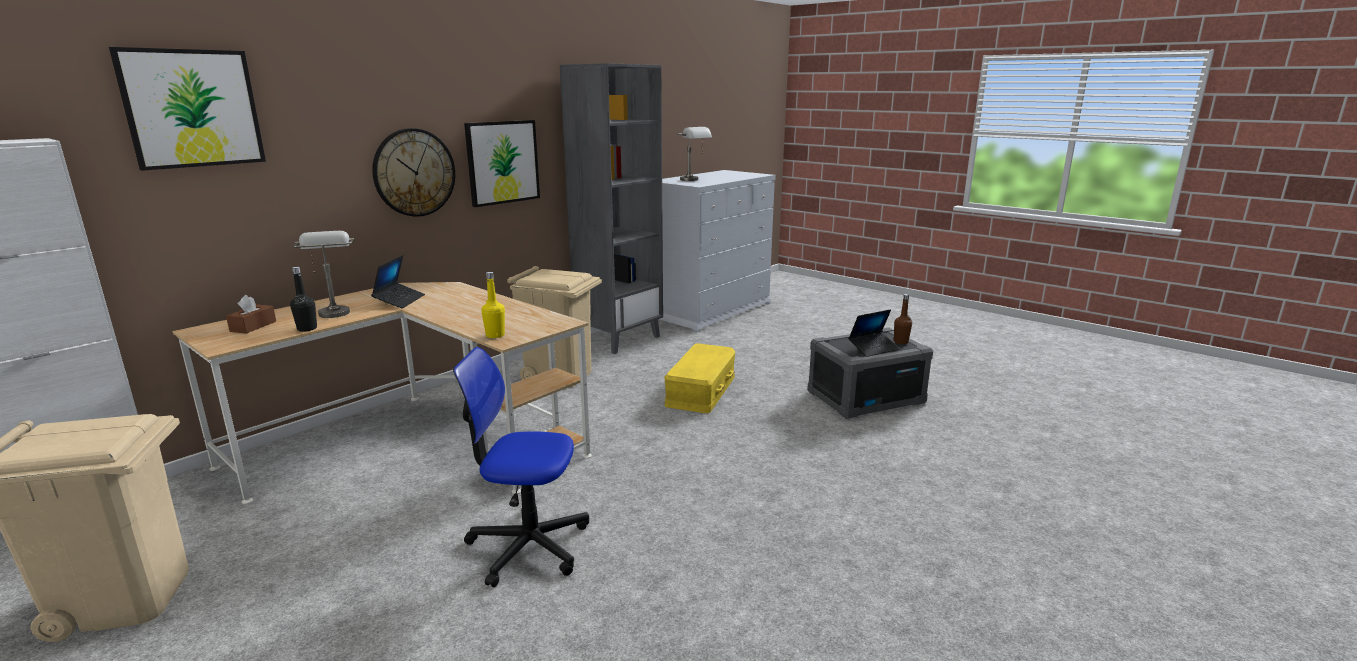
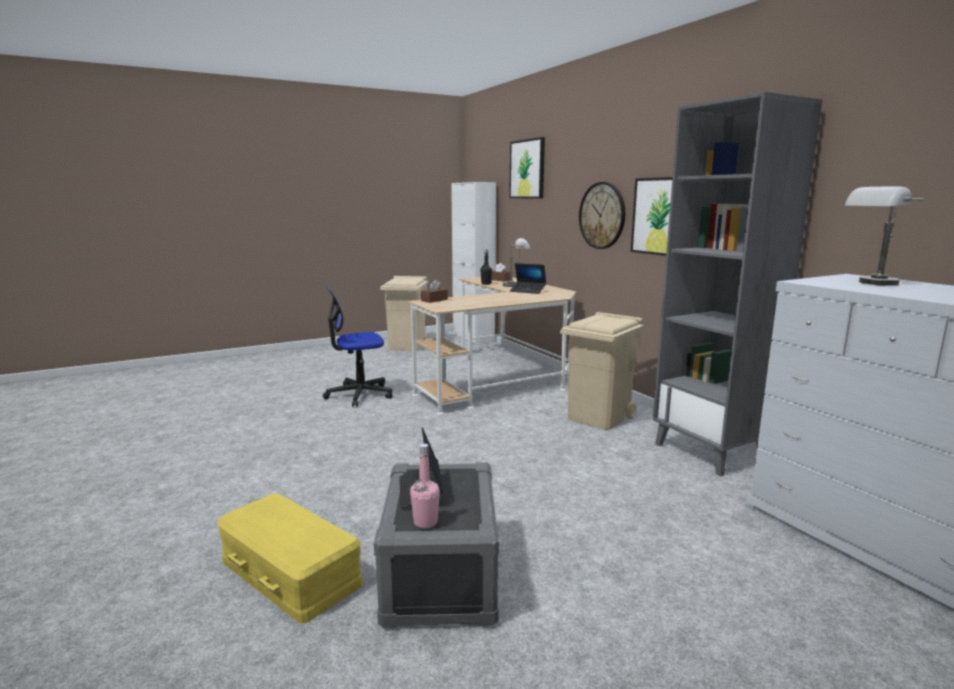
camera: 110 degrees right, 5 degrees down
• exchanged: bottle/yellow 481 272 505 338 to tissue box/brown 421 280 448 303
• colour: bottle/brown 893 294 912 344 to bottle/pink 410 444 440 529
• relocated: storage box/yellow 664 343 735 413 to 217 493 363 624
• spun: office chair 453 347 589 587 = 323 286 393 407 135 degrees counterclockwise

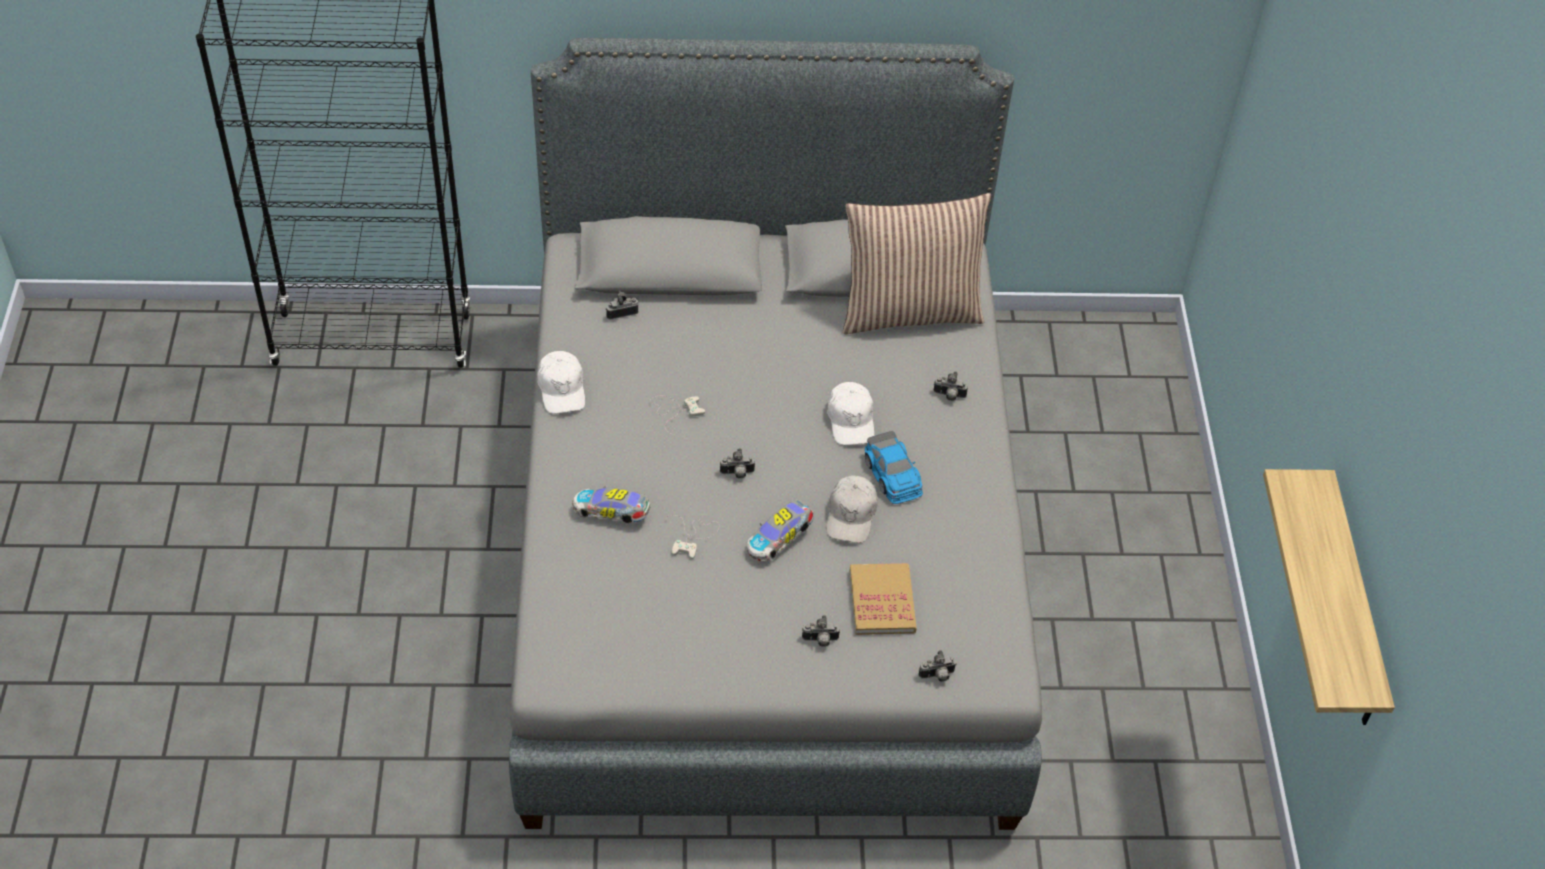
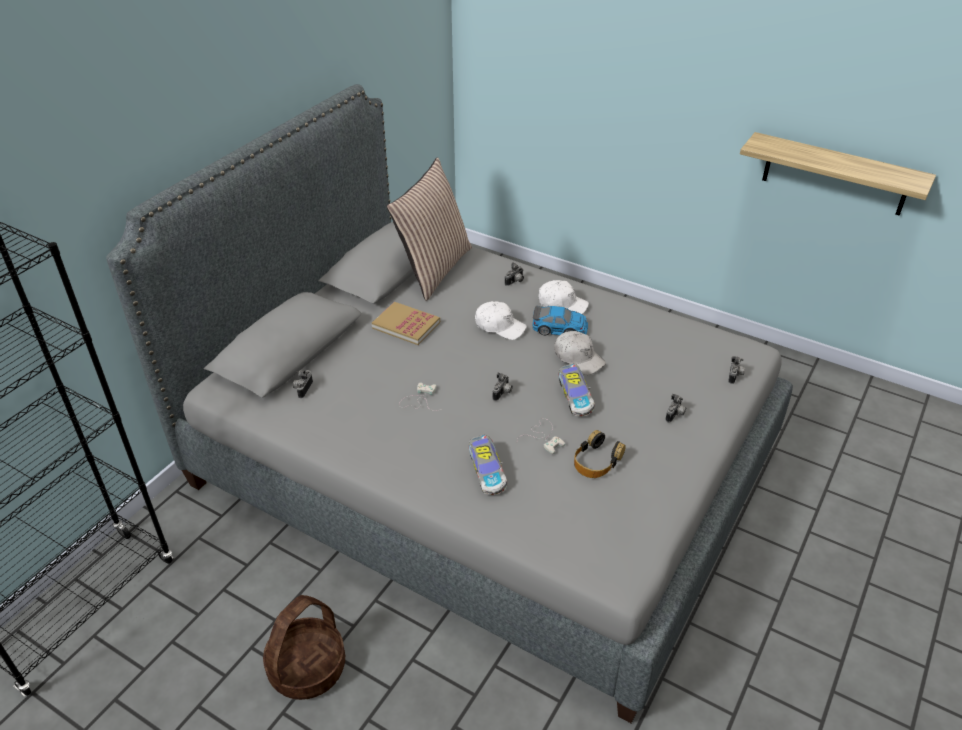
camera: 55 degrees left, 10 degrees down
• relocated: cap/white 537 351 585 414 to 538 280 589 314
• spun: toy car 572 486 651 523 = 469 435 508 495 60 degrees counterclockwise
• relocated: book 849 563 917 635 to 372 302 440 345
• appeared: headphones 574 430 626 478
• appeared: basket 263 595 345 700

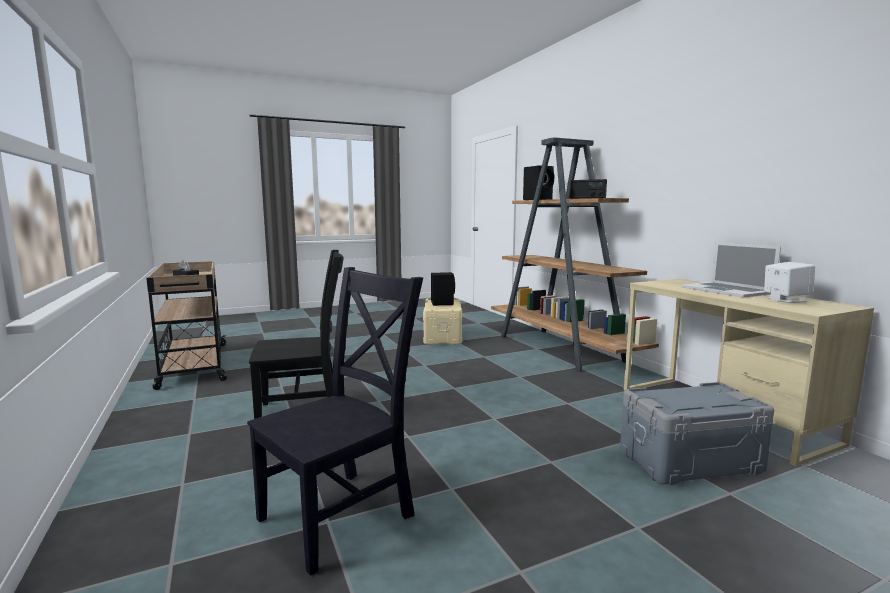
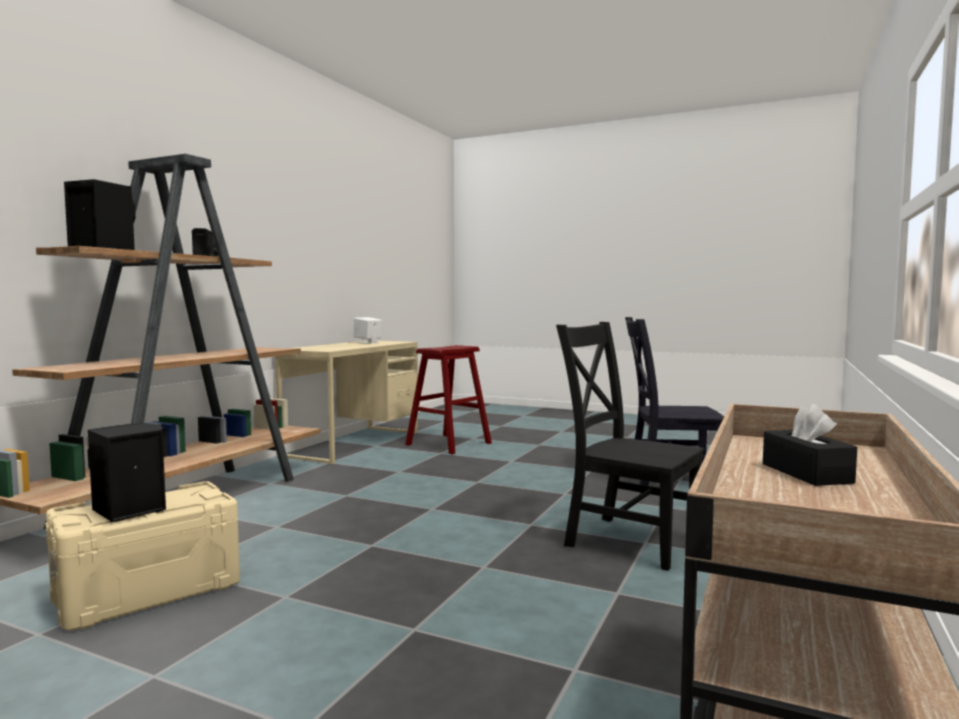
camera: 130 degrees left, 5 degrees down
• missing: laptop 681 242 781 298
• exchanged: storage box/grey 620 382 774 485 to stool/red 405 345 492 454

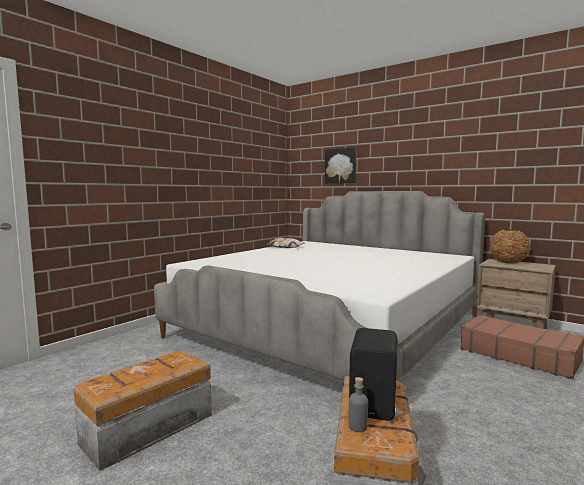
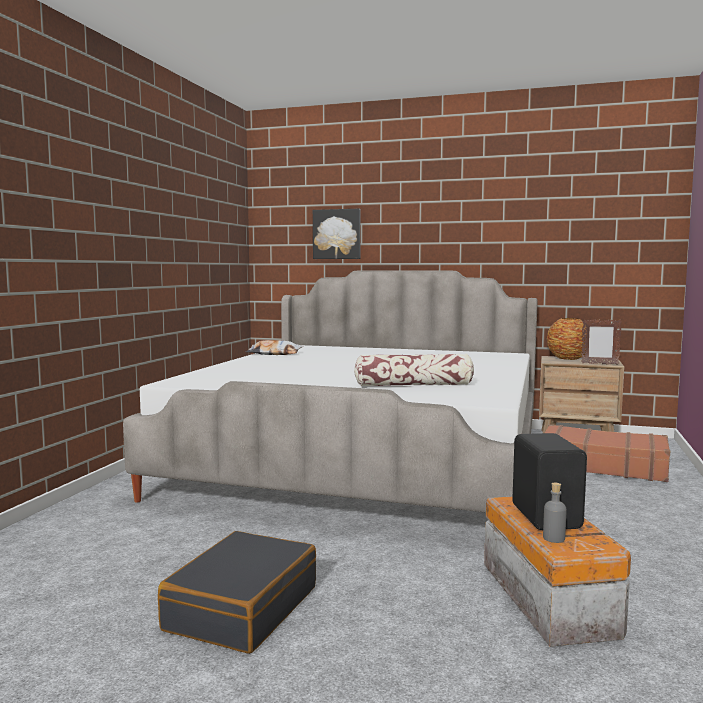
camera: 20 degrees left, 0 degrees up
• exchanged: storage box 74 351 212 471 to suitcase/black 158 531 316 654
• appeared: picture frame 581 319 622 365
• appeared: pillow 354 354 474 386

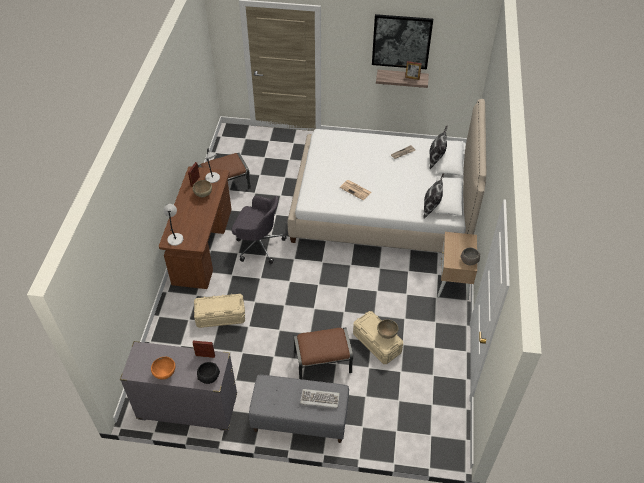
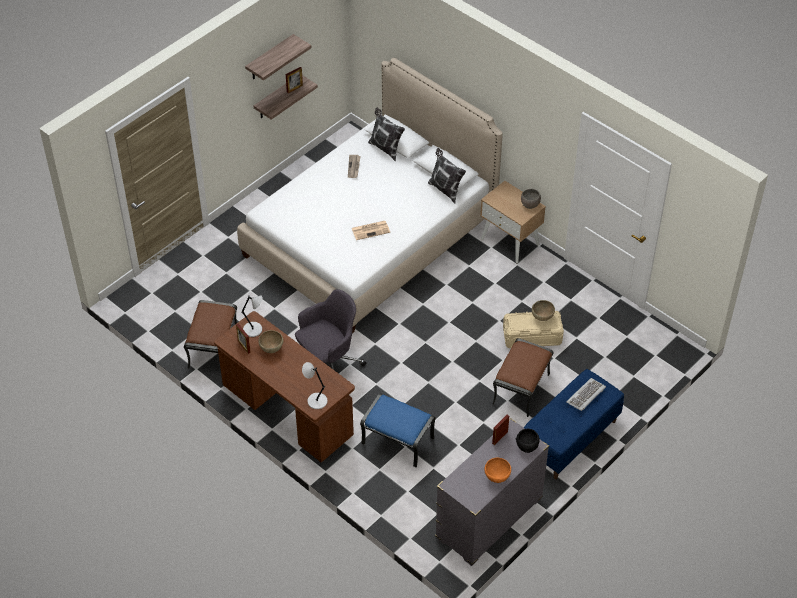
camera: 55 degrees left, 0 degrees up
• exchanged: picture 372 14 433 69 to shelf 245 34 311 80
• exchanged: storage box/beige 194 294 245 328 to ottoman/blue 360 393 435 468
• colour: bench/grey 249 375 349 443 to bench/blue 524 369 624 479

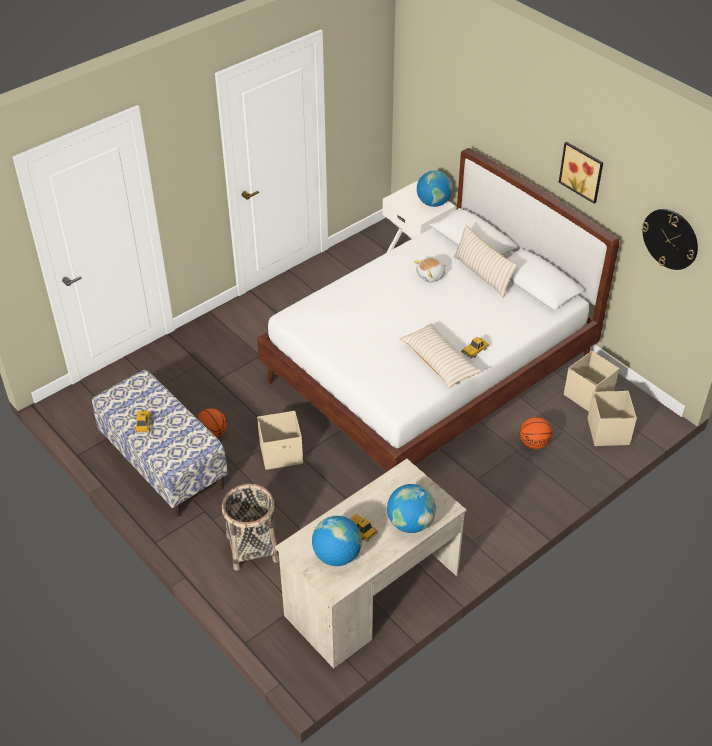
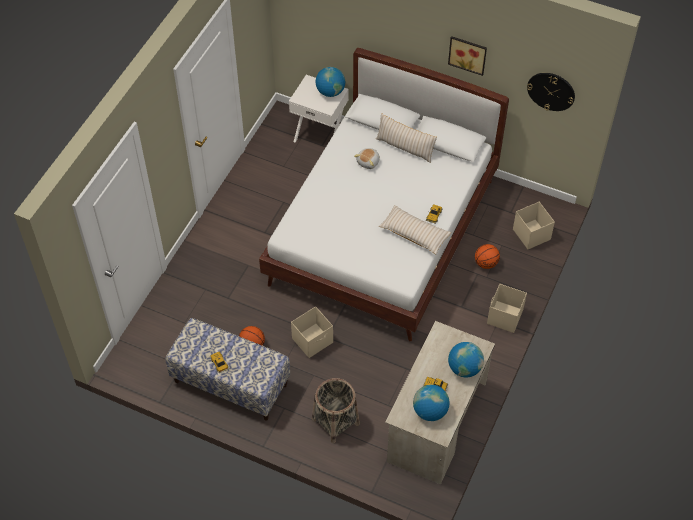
camera: 25 degrees left, 10 degrees up
• relocated: storage box/beige 564 351 619 412 to 487 284 527 333

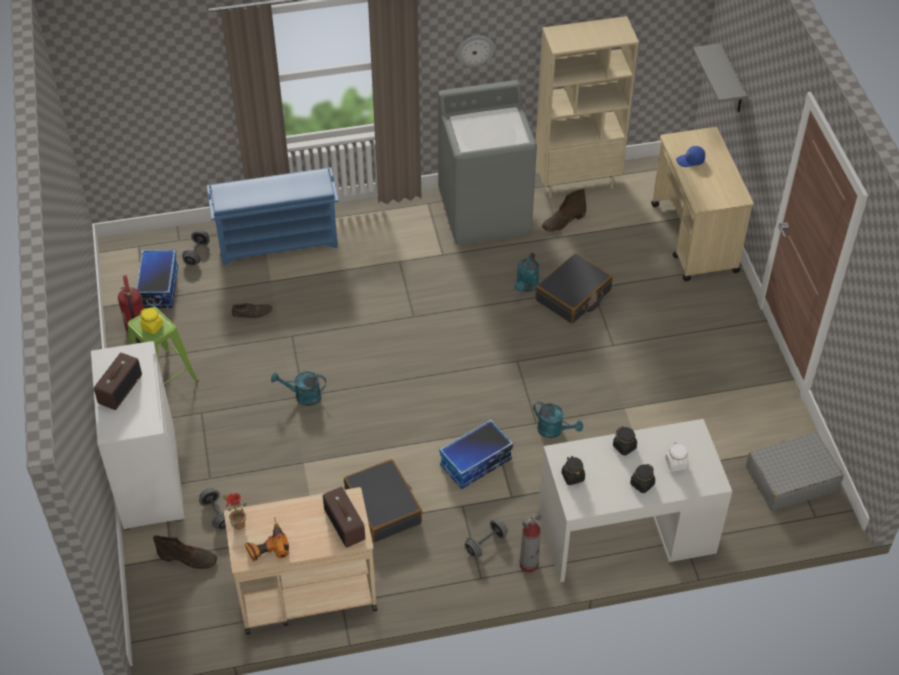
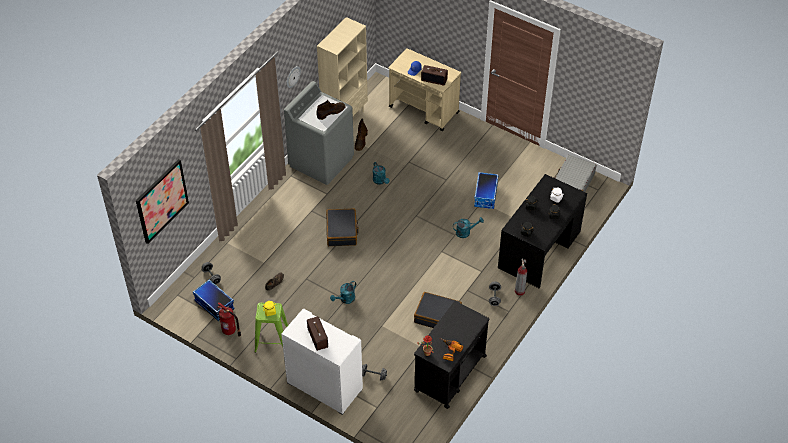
camera: 45 degrees left, 0 degrees up
• missing: shelf/grey 693 43 748 112
• missing: shoe rack/blue 207 167 339 265
• relocated: suitcase/black 535 253 613 324 to 326 208 359 246
• relocated: storage box 439 419 513 489 to 474 172 499 209
• colour: desk/white 539 419 732 582 to desk/black 498 174 587 288
• colour: cart/beige 224 487 377 635 to cart/black 414 301 489 409
• relocated: radio 323 487 365 548 to 421 65 448 85
• relocated: boot/brown 153 536 217 569 to 316 100 346 120
• appeared: picture 136 159 189 244

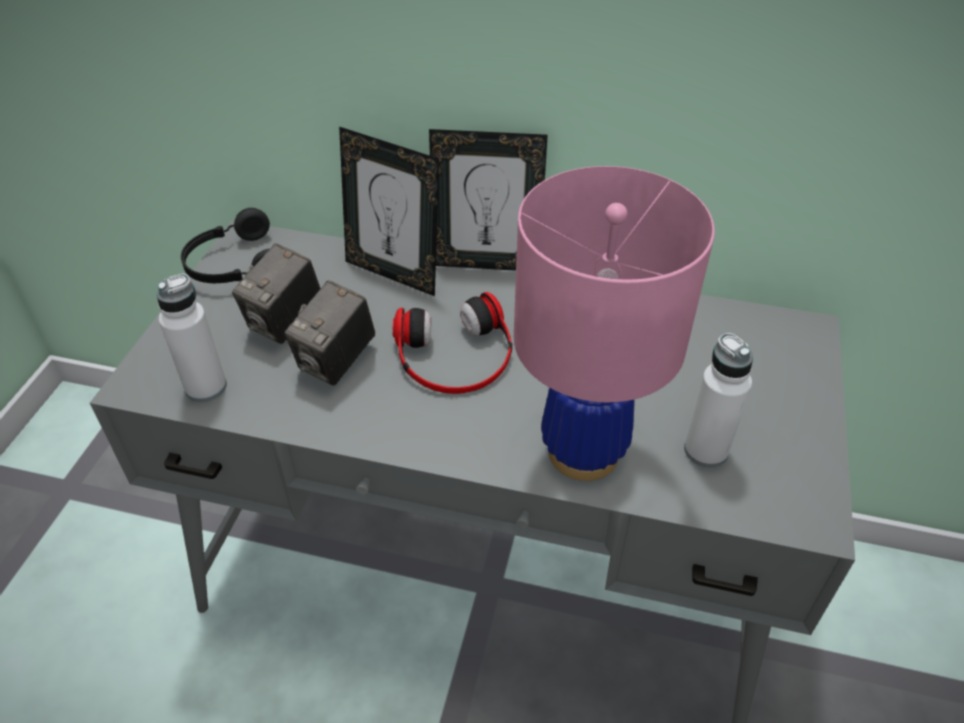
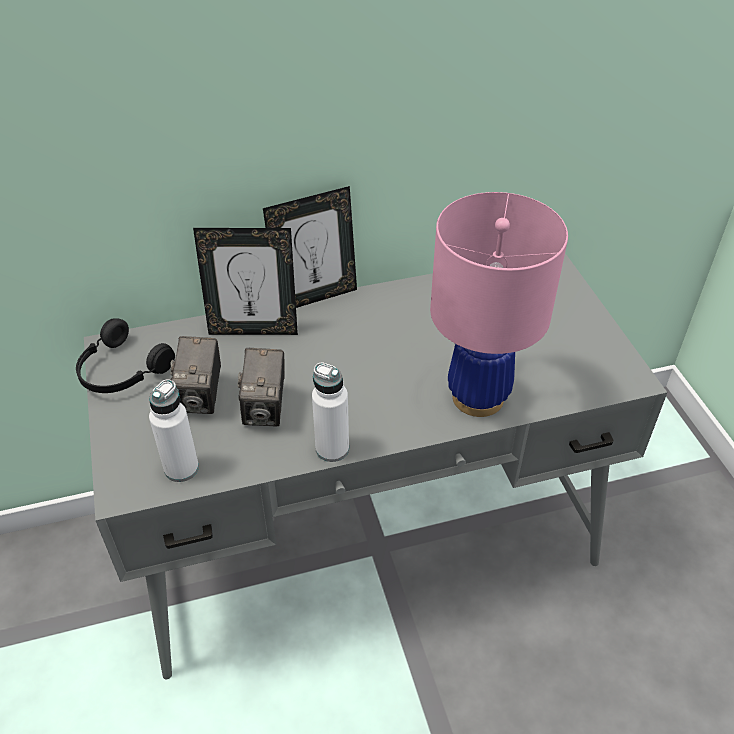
camera: 30 degrees left, 0 degrees up
• missing: headphones 393 292 512 394
• relocated: bottle/white 684 333 753 467 to 312 363 349 462

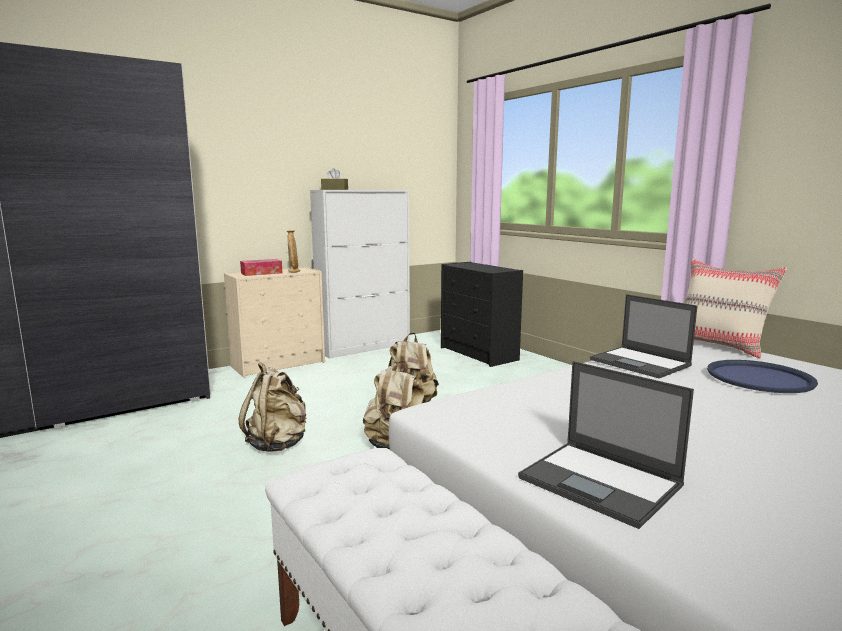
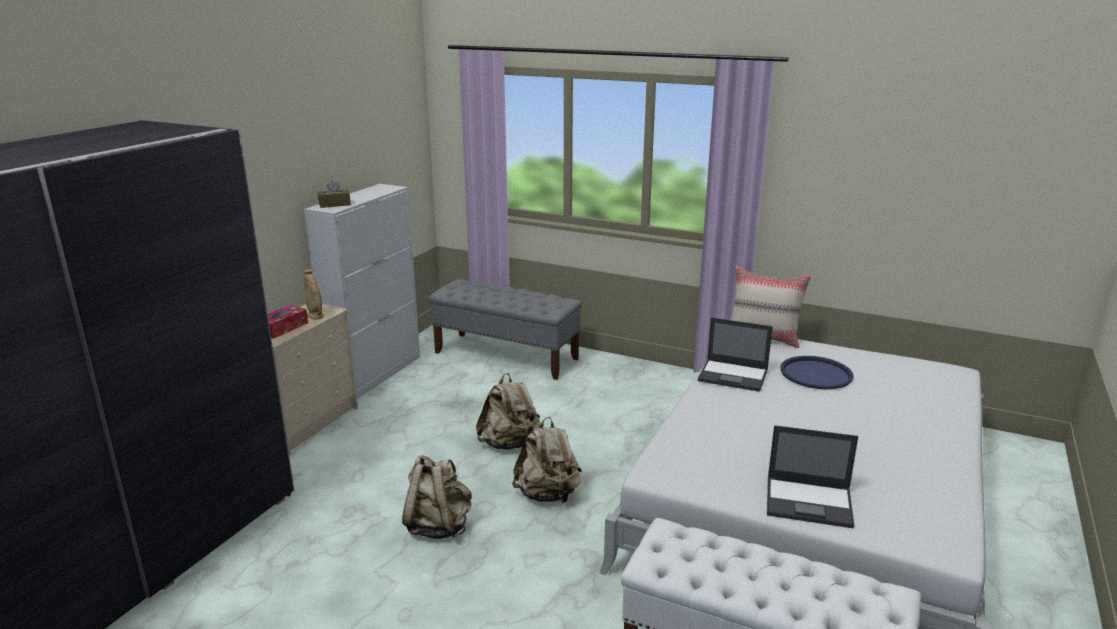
camera: 30 degrees left, 10 degrees up
• exchanged: dresser/black 441 262 523 367 to bench/grey 428 279 582 380

